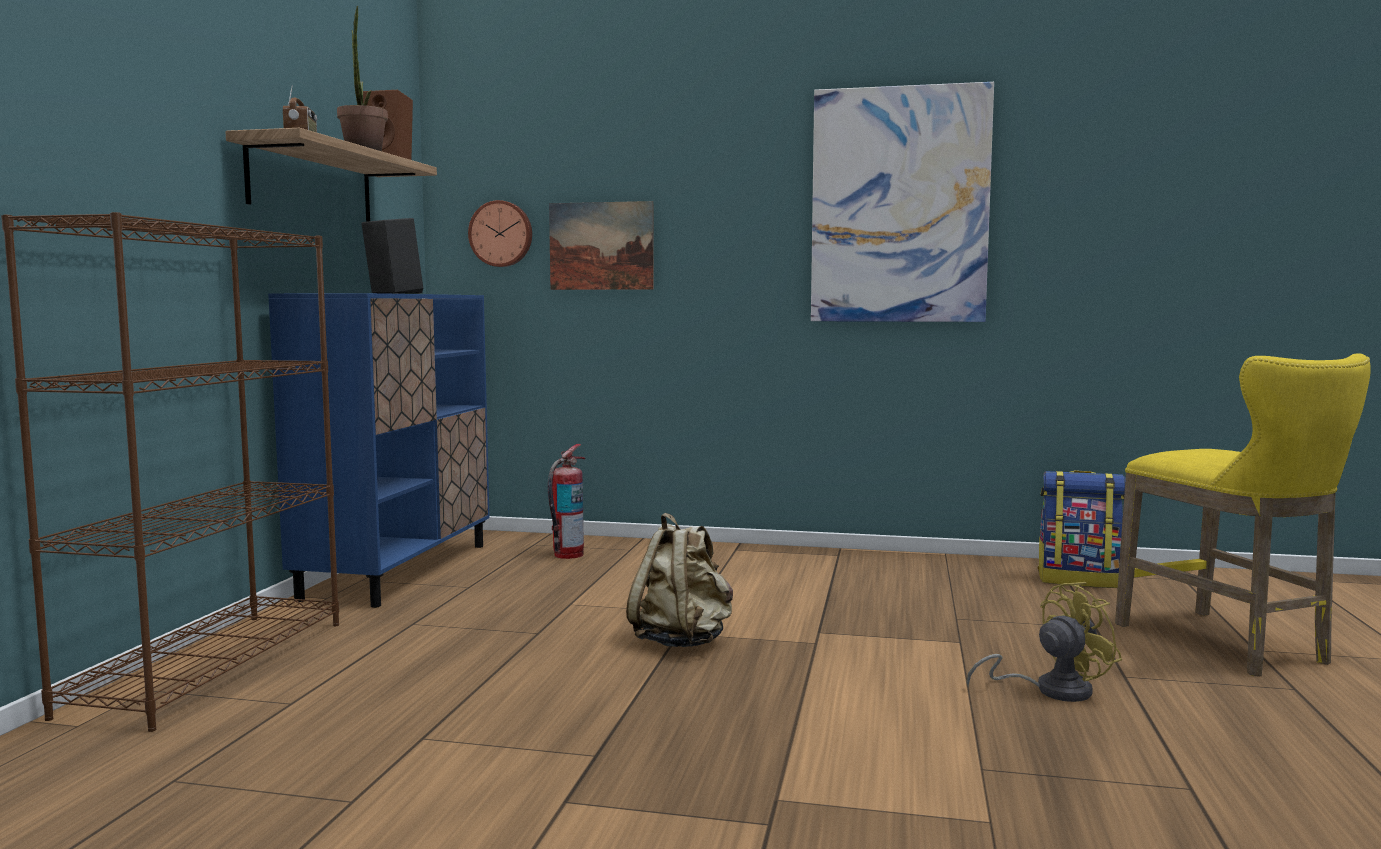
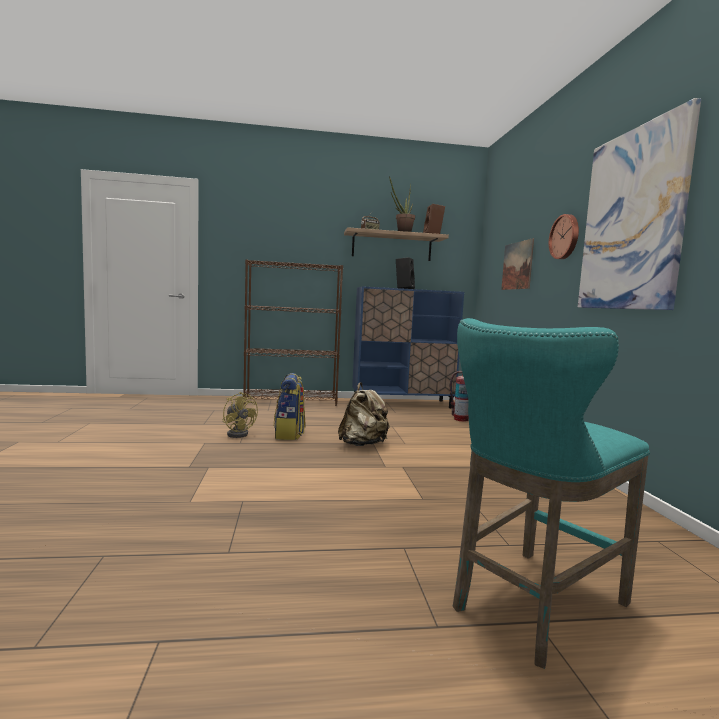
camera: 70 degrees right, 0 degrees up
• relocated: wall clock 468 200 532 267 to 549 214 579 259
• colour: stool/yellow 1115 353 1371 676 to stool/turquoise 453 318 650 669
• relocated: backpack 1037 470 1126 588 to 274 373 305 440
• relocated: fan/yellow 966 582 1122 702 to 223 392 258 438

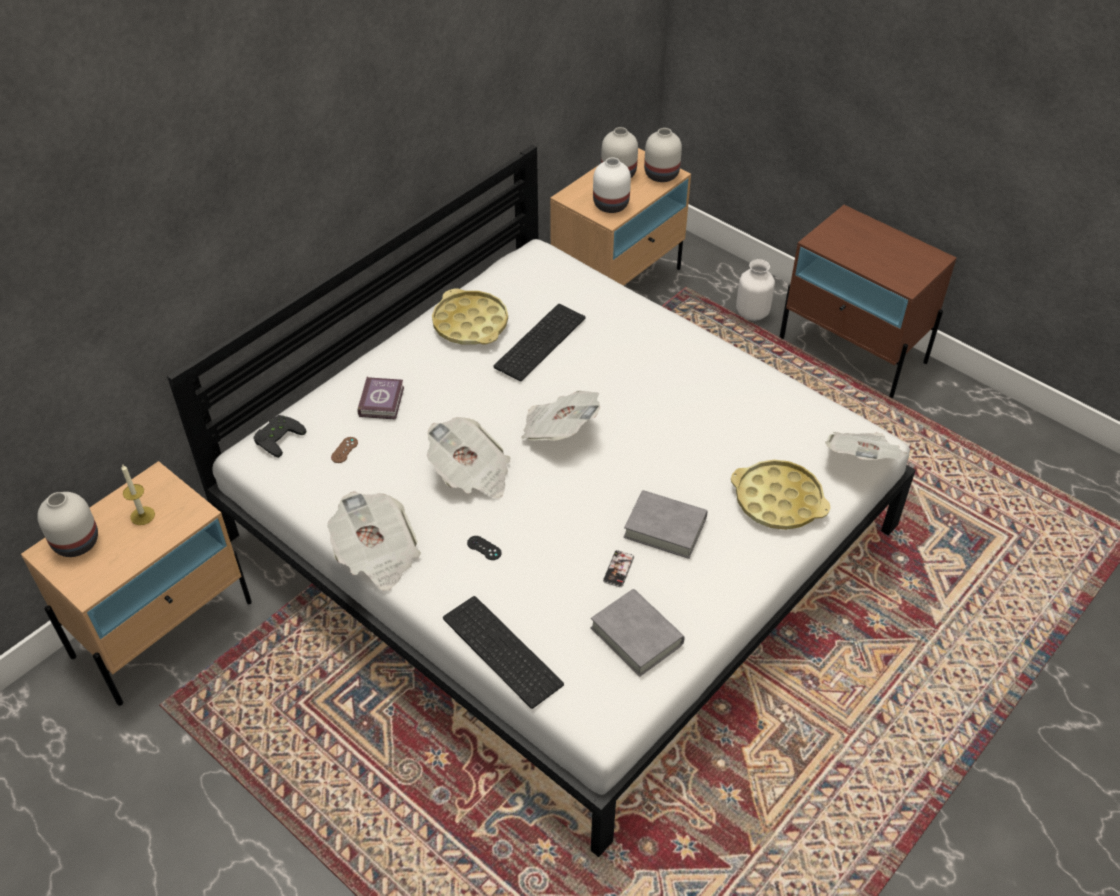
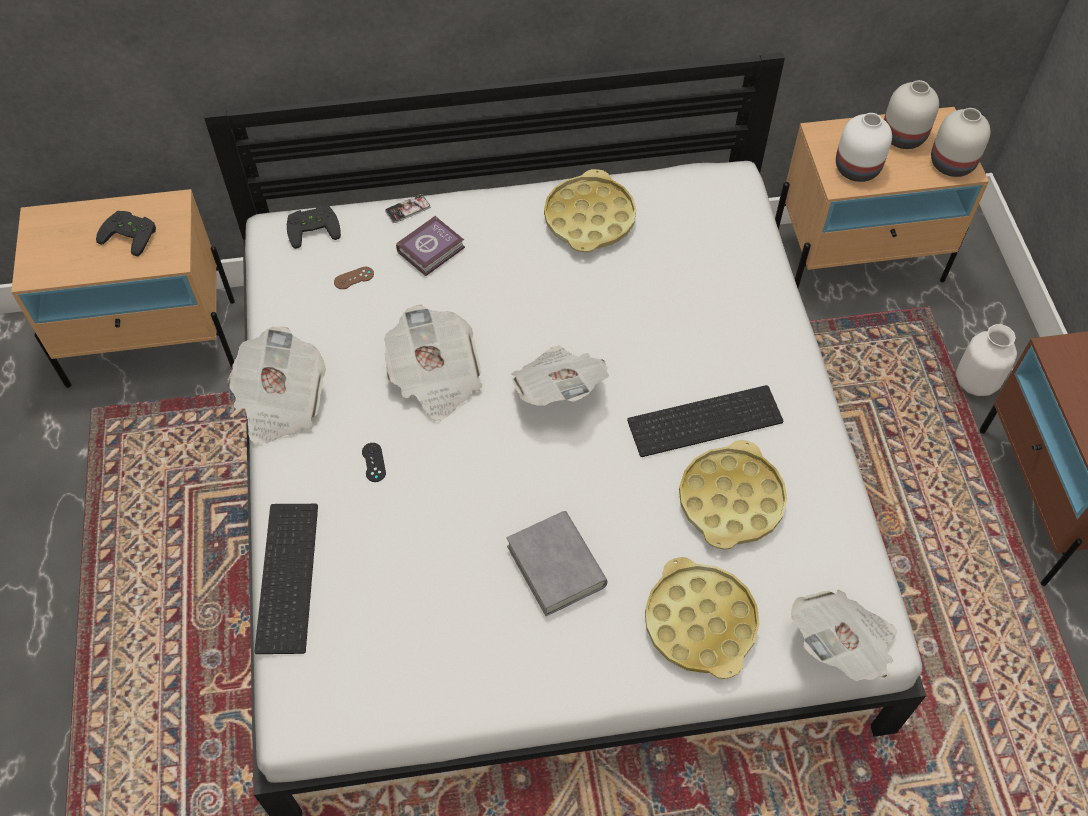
camera: 40 degrees right, 10 degrees up
• relocated: keyboard 493 304 585 381 to 627 385 783 457
• exchanged: candle 121 464 155 525 to game controller/black 96 211 156 256
• missing: vase/white 37 492 98 557
• relocated: phone 603 550 634 587 to 385 194 431 223
• missing: book/grey 591 589 685 677
• appeared: tray/yellow 679 440 787 550

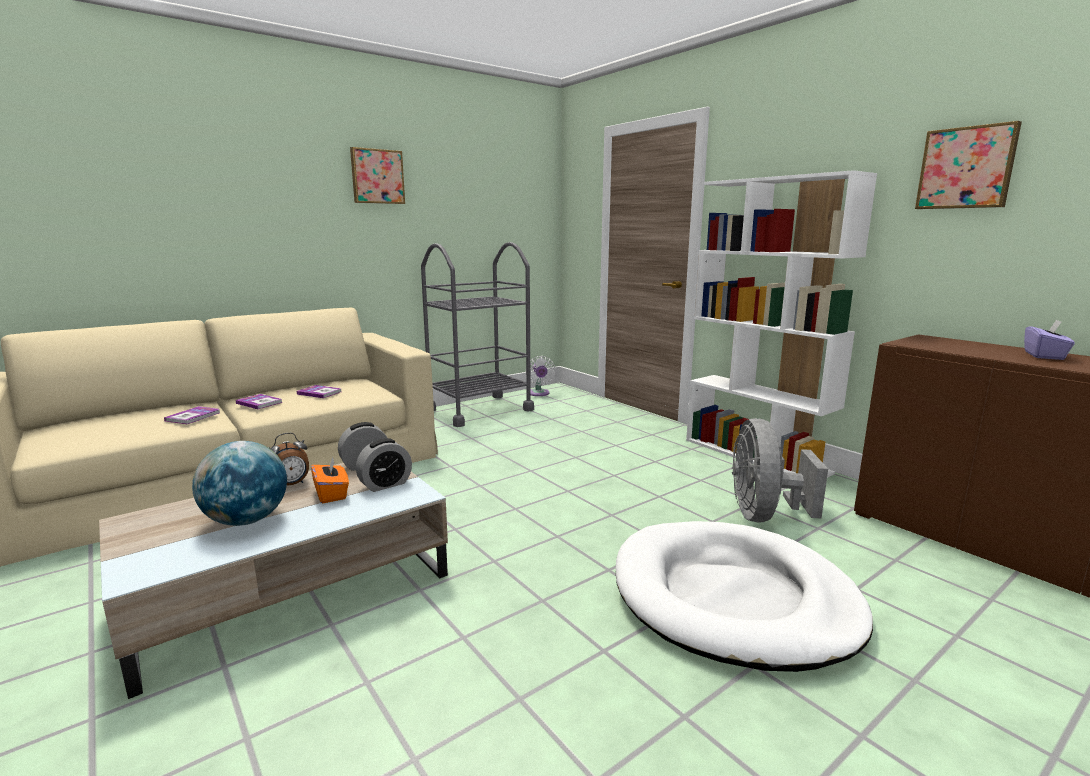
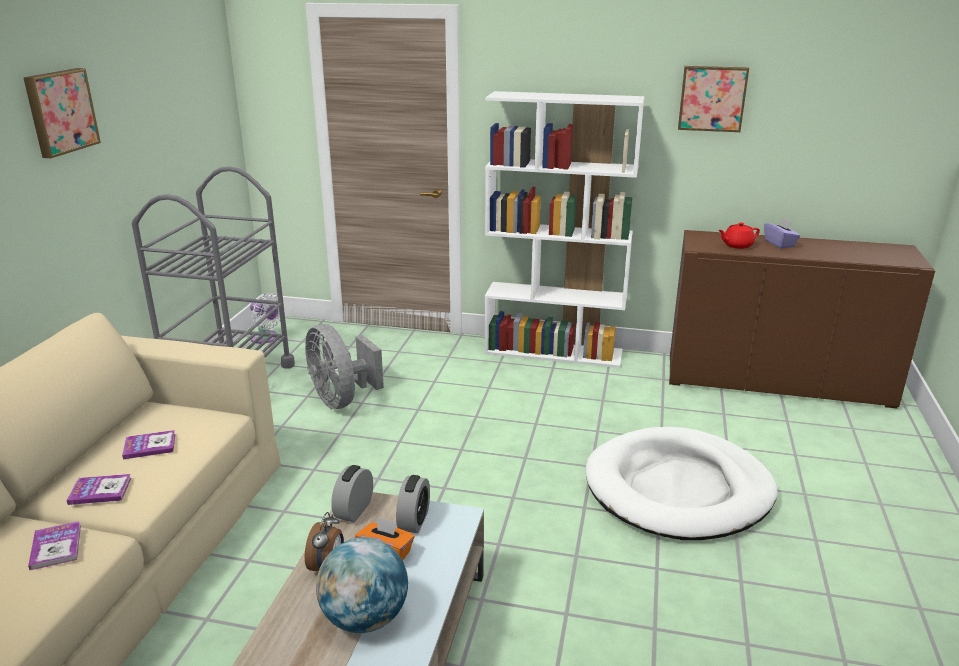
camera: 40 degrees left, 10 degrees up
• relocated: fan/grey 732 418 828 523 to 305 324 384 409
• appeared: teapot/red 718 222 760 249

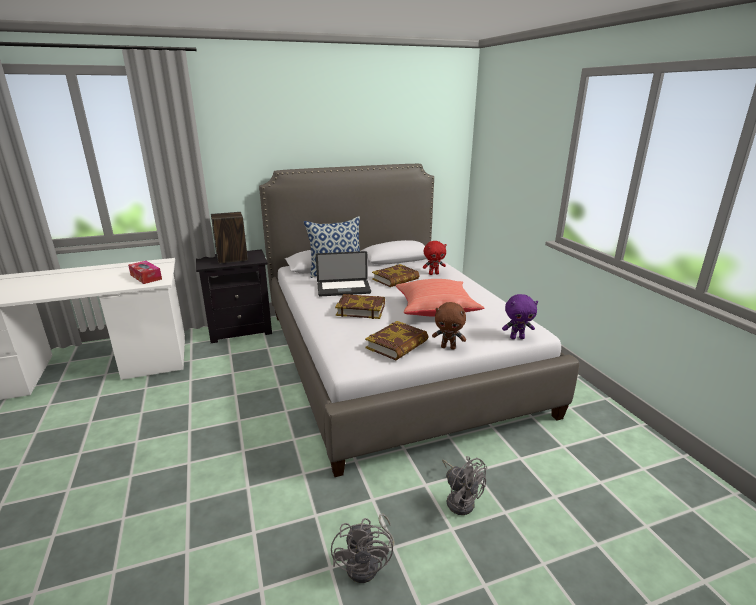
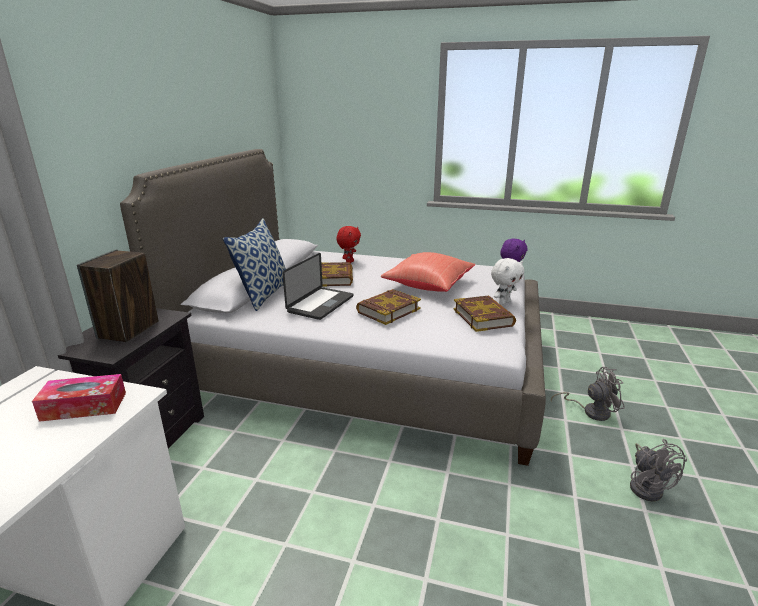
camera: 55 degrees left, 0 degrees up
• colour: plush toy/brown 432 302 466 350 to plush toy/white 491 258 524 305
• spun: fan/grey 331 514 395 583 = 630 439 687 501 45 degrees clockwise

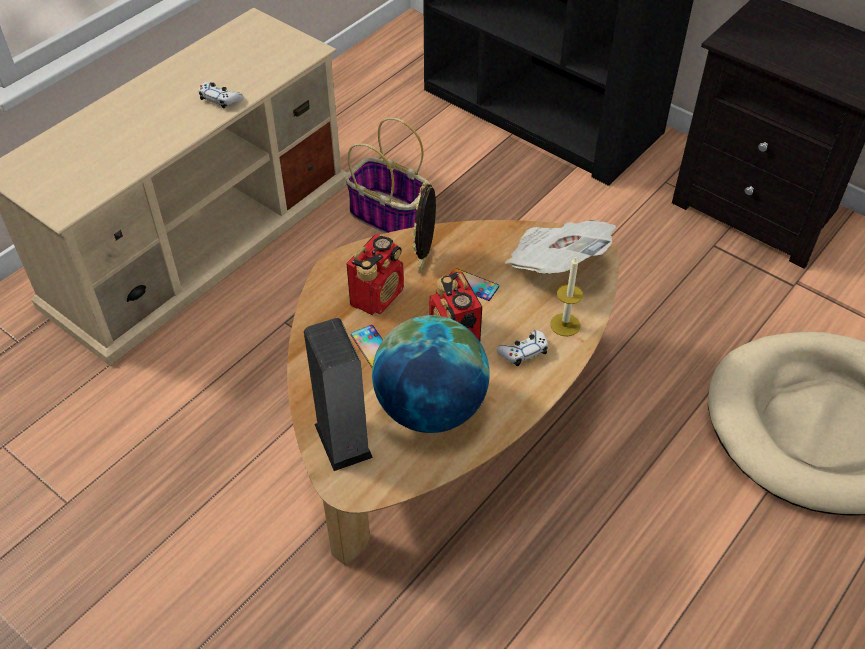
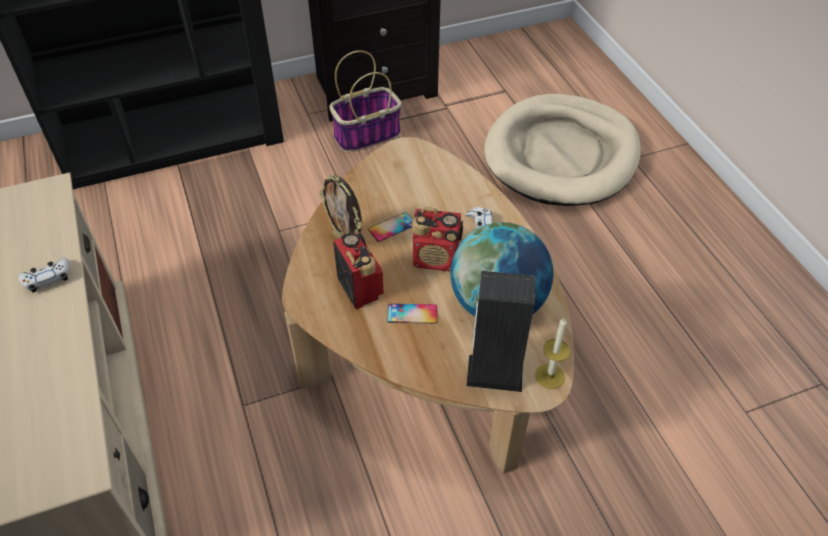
camera: 60 degrees left, 0 degrees up
• relocated: basket 345 117 430 233 to 329 50 402 153
• missing: newspaper 505 220 616 274
• relocated: candle 550 256 583 336 to 535 317 570 389

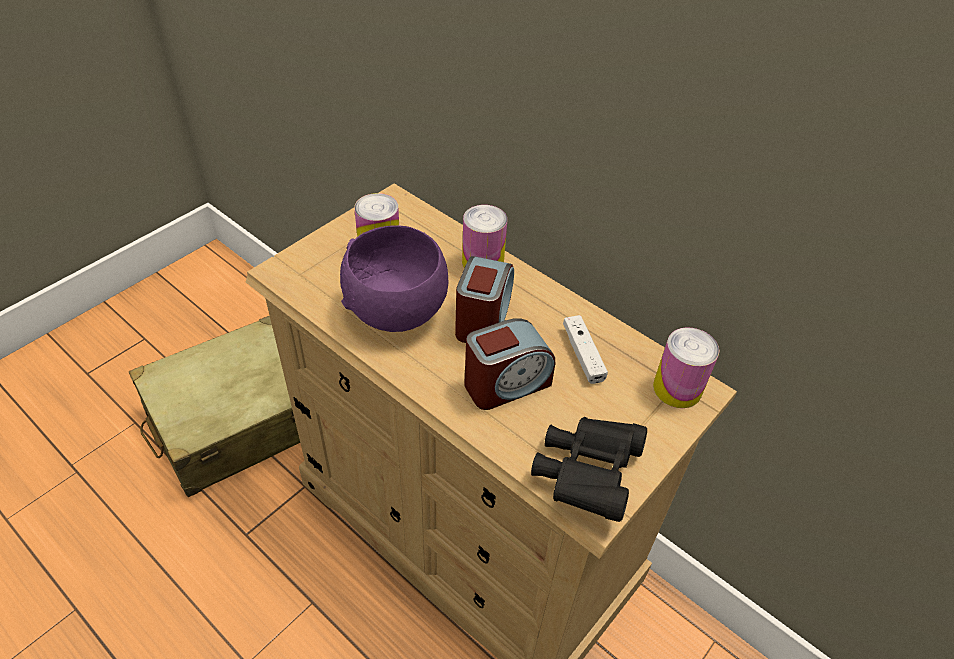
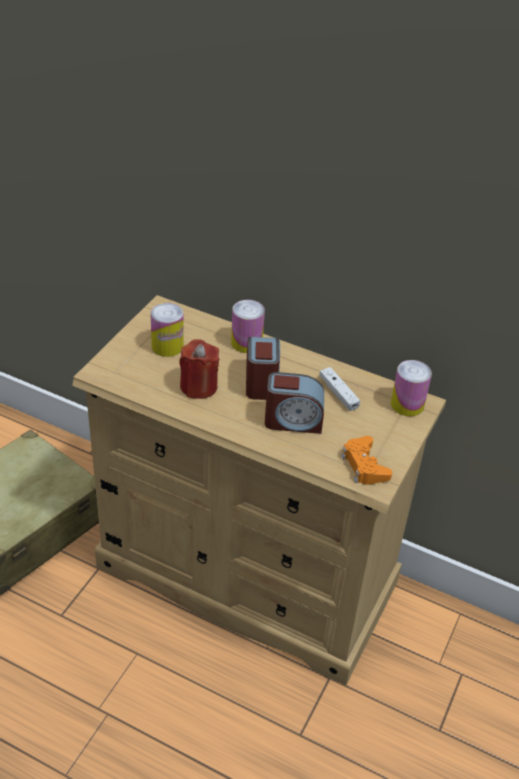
camera: 15 degrees left, 5 degrees down
• exchanged: bowl/purple 340 225 449 332 to candle/red 179 339 219 399
• spun: alarm clock 464 318 555 410 = 265 372 324 434 45 degrees clockwise
• exchanged: binoculars/black 531 417 647 522 to game controller/orange 341 436 392 485

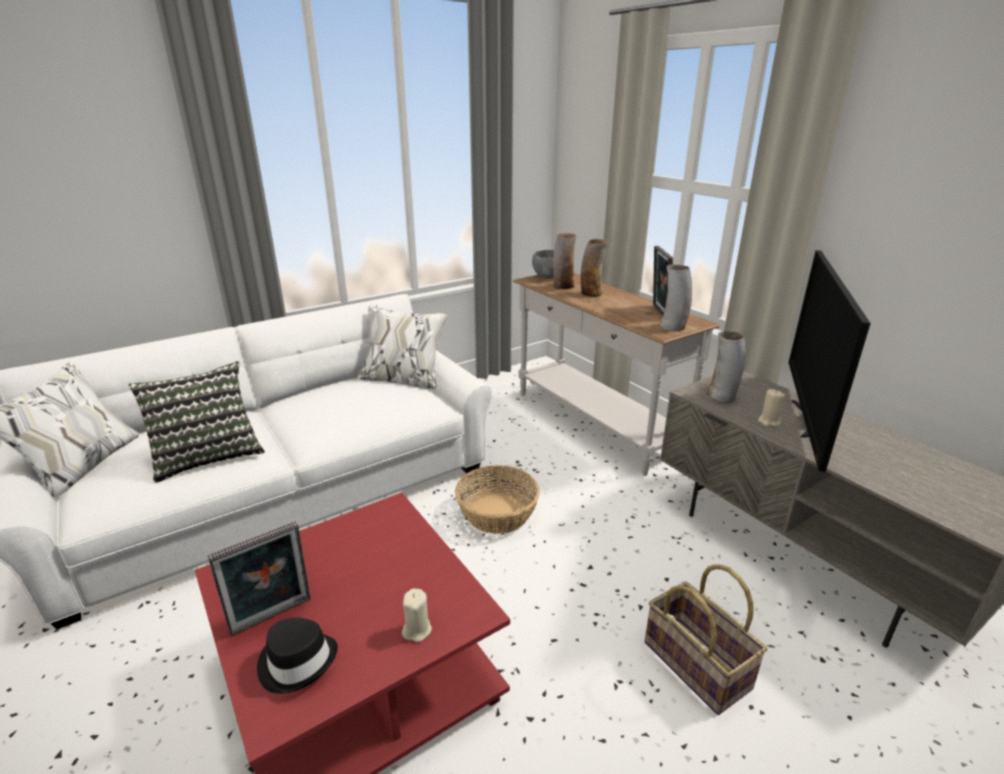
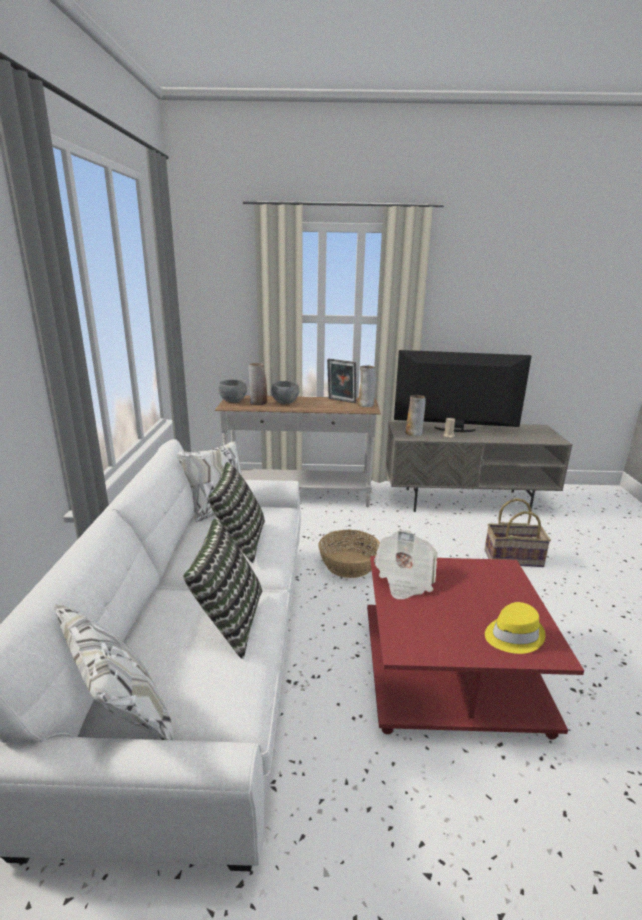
camera: 55 degrees left, 5 degrees down
• exchanged: vase 580 239 608 297 to bowl/grey 271 381 299 404
• spun: television 789 250 871 472 = 394 350 531 432 135 degrees clockwise
• missing: picture frame 207 521 311 636
• missing: candle/beige 402 589 432 642
• colour: hat/black 257 618 338 694 to hat/yellow 485 602 546 654
• appeared: pillow 208 462 265 563
• appeared: newspaper 374 530 438 599

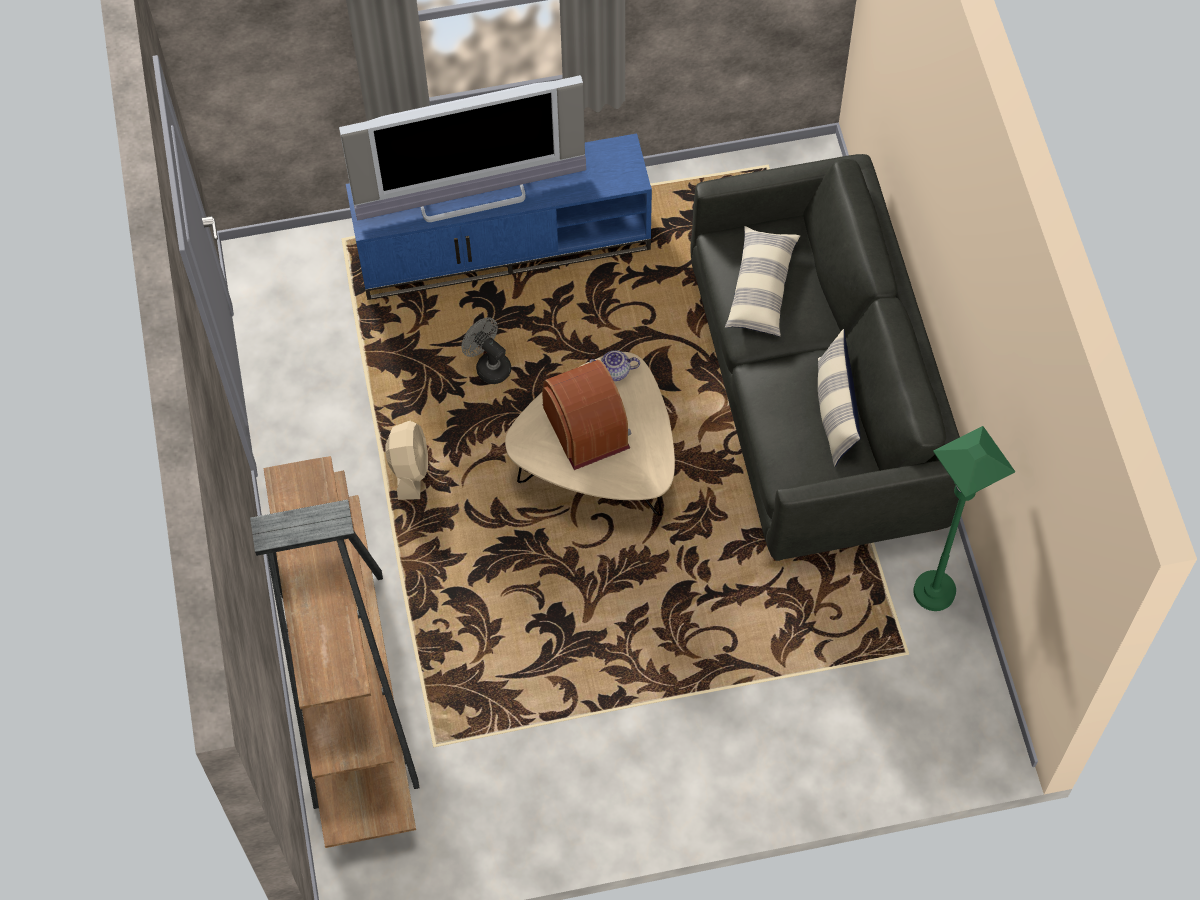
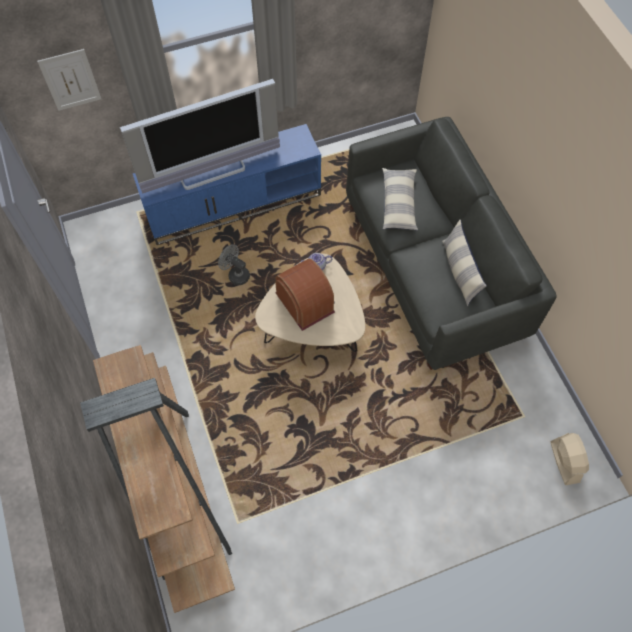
camera: 10 degrees left, 0 degrees up
• relocated: fan/beige 385 421 428 500 to 551 433 589 485
• missing: floor lamp/green 914 426 1015 611
• appeared: picture 37 49 101 111

